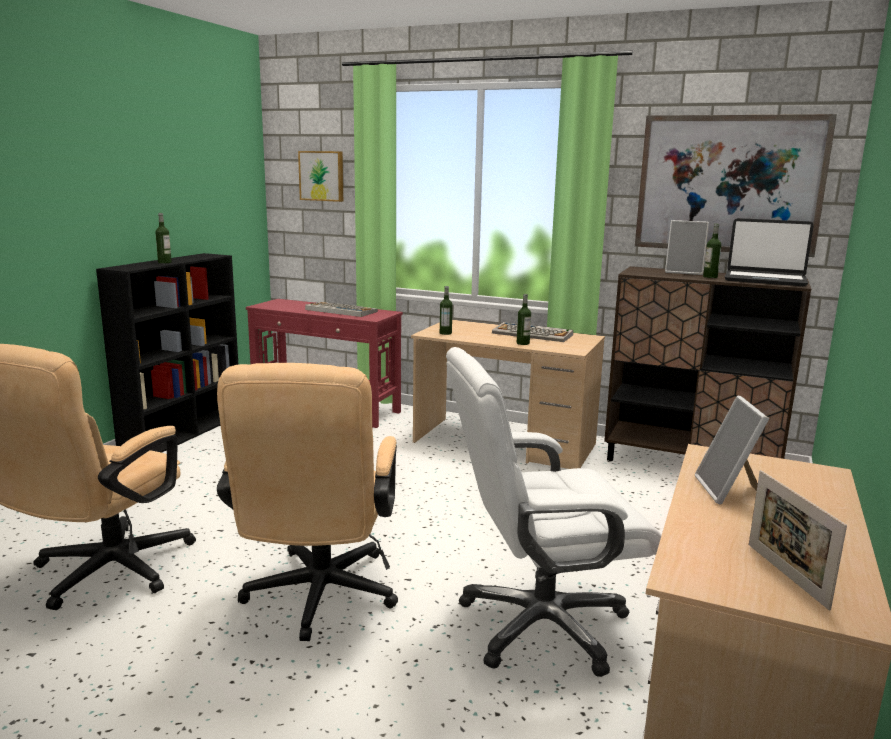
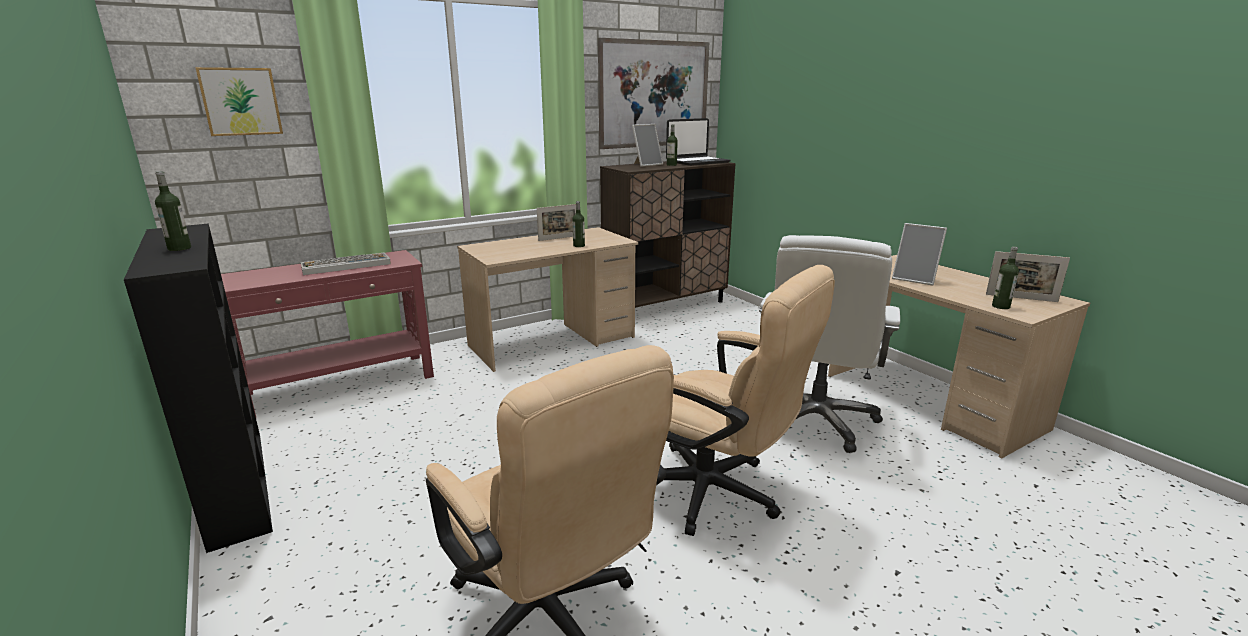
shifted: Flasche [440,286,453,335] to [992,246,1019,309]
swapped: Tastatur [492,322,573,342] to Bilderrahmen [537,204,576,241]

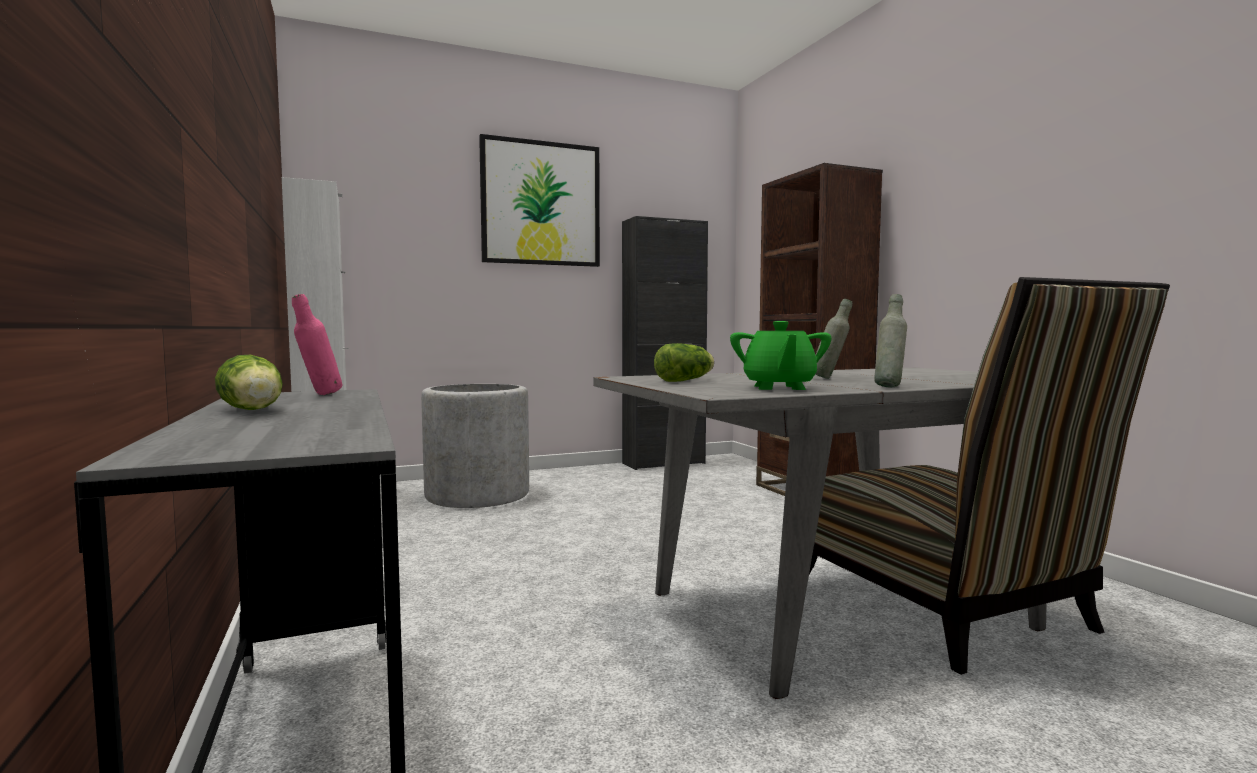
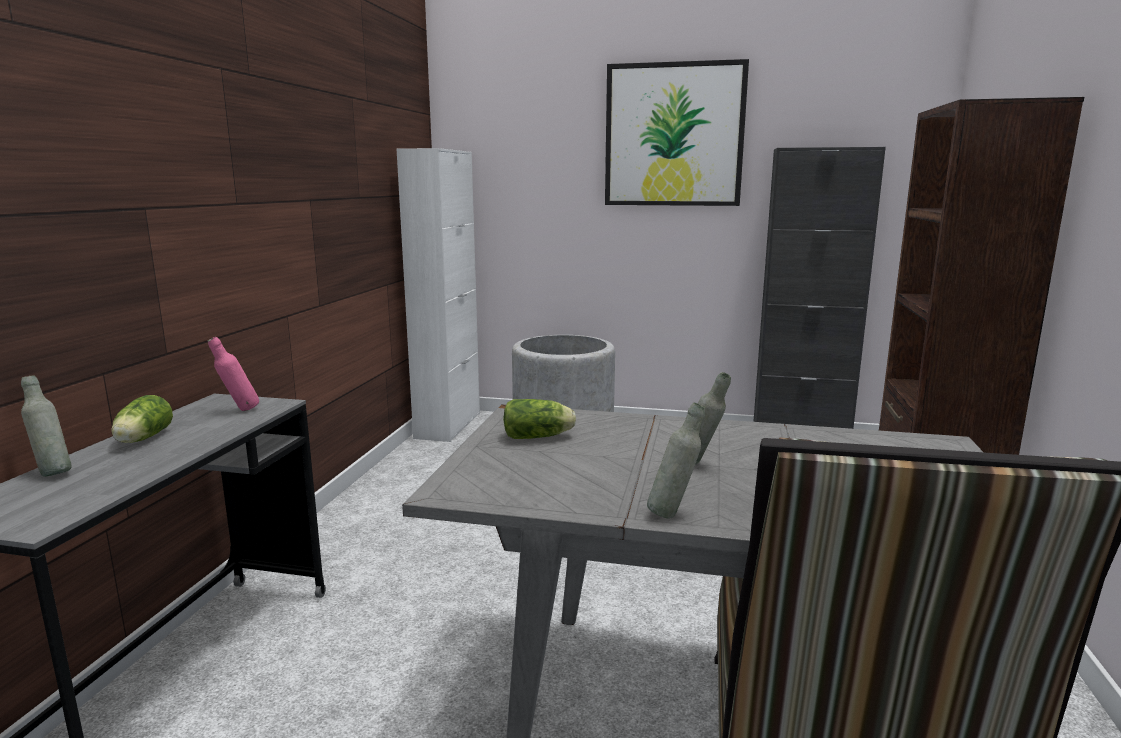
gone: Teekanne/grün [730,321,831,390]
new: Flasche/grau [21,375,72,477]

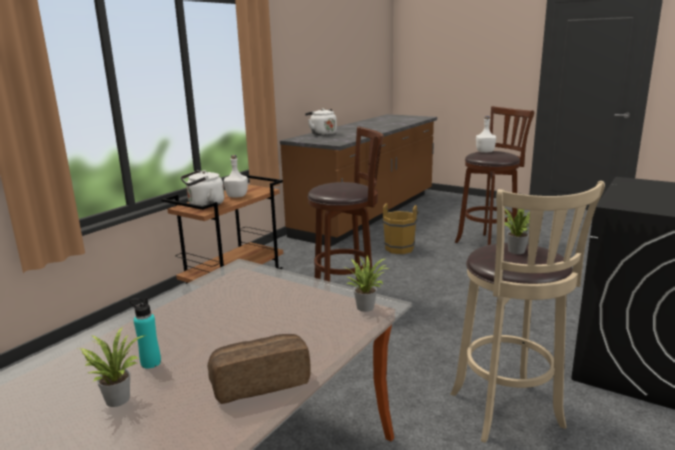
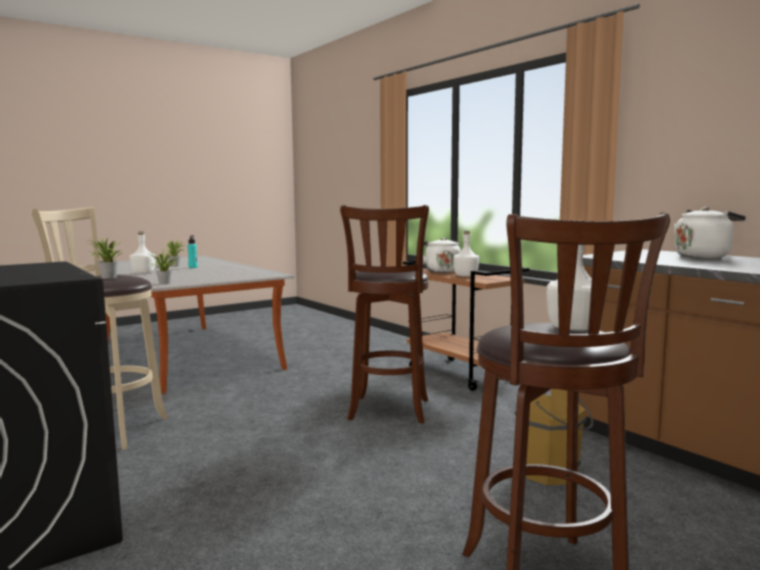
swapped: Brot [208,334,311,404] to Flasche/weiß [130,232,155,274]

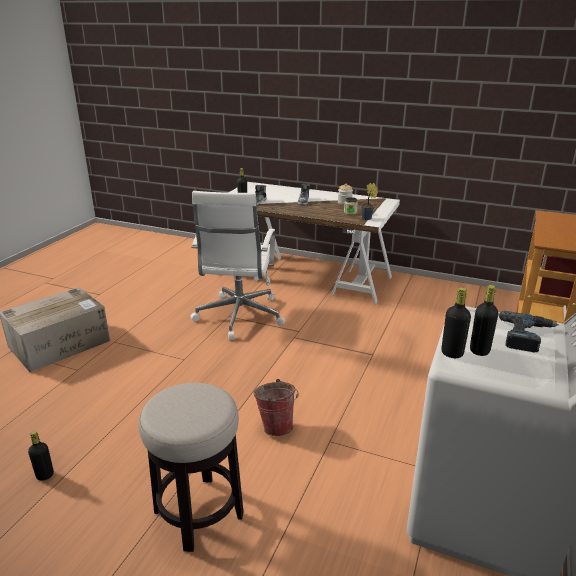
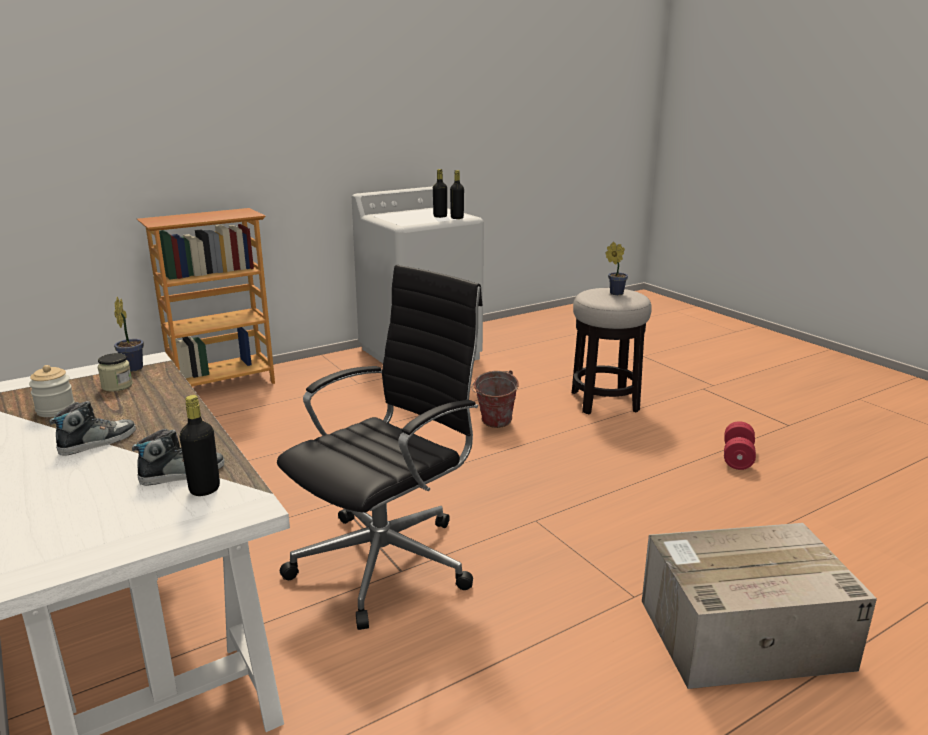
gone: Bohrmaschine [499,311,559,352]
new: Topfpflanze [605,242,628,295]
swapped: Flasche/schwarz [28,431,54,481] to Hantel/rot [724,421,756,470]
repainted: Bürostuhl/weiß [190,191,285,340] to Bürostuhl/schwarz [277,265,482,630]

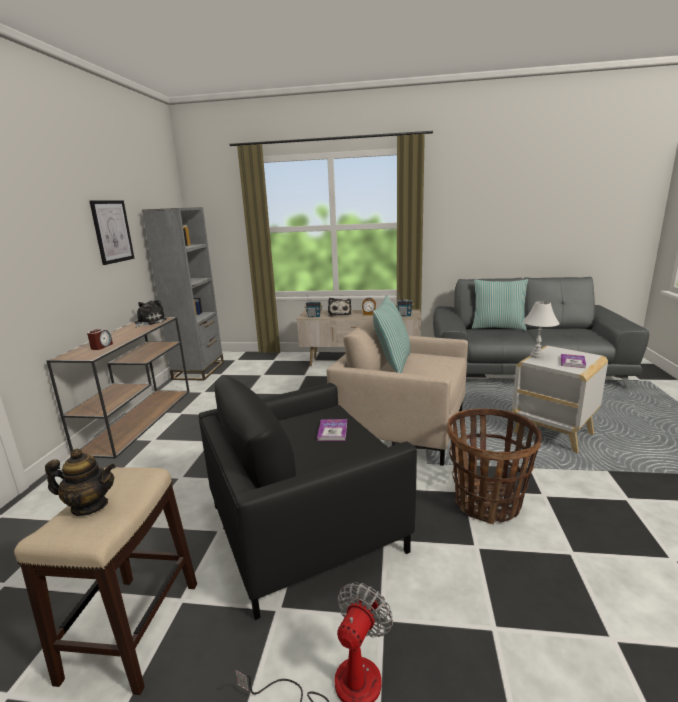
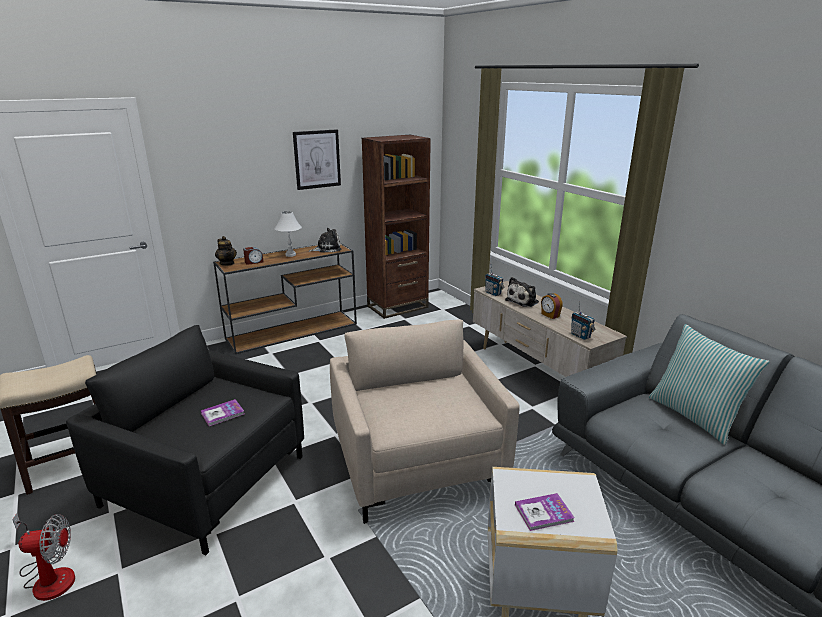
gone: Kissen [373,295,410,373]; Korb [447,409,542,524]
shifted: Teekanne [45,449,116,516] to [215,236,237,265]; Tischlampe/weiß [523,301,560,358] to [275,211,302,257]
repainted: Bücherregal/grau [142,207,224,380] to Bücherregal/braun [362,135,431,319]

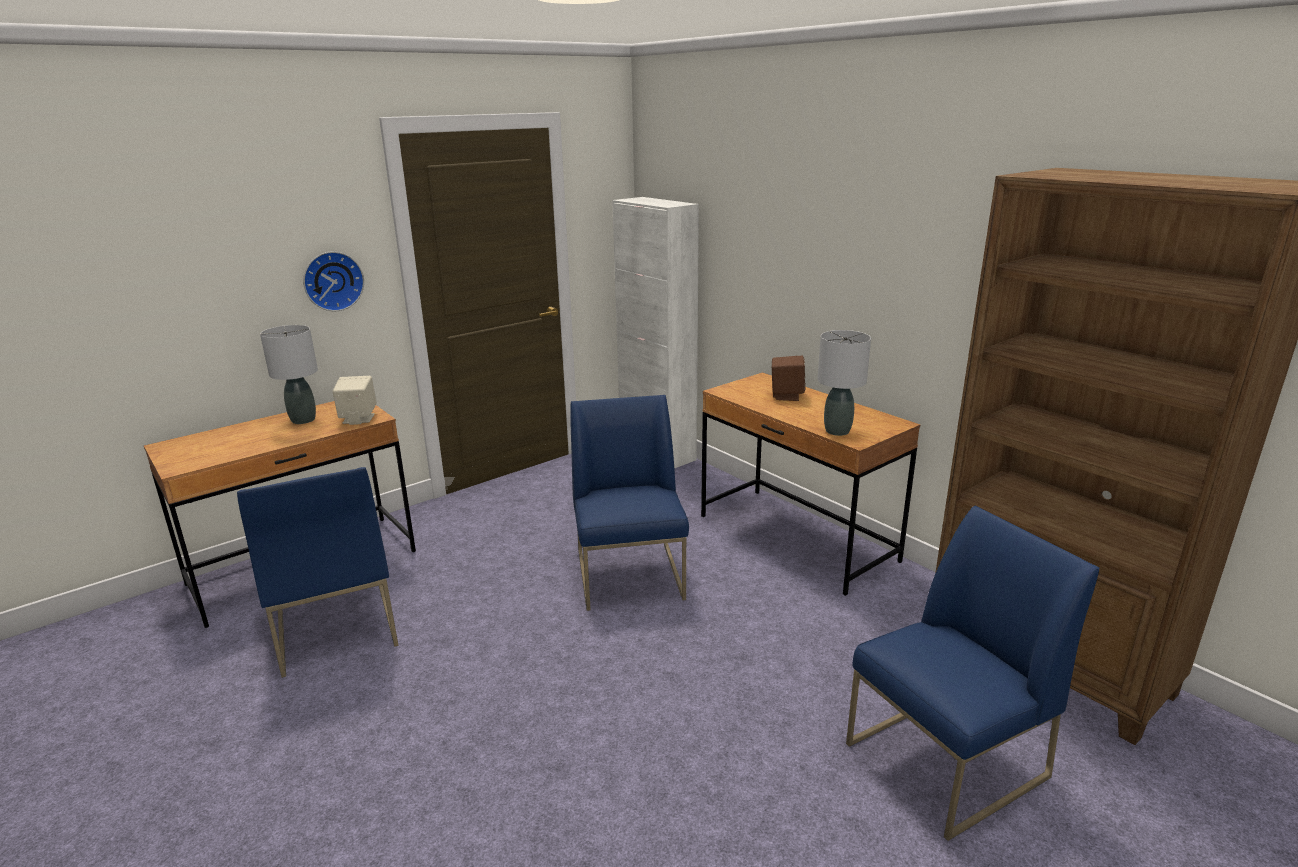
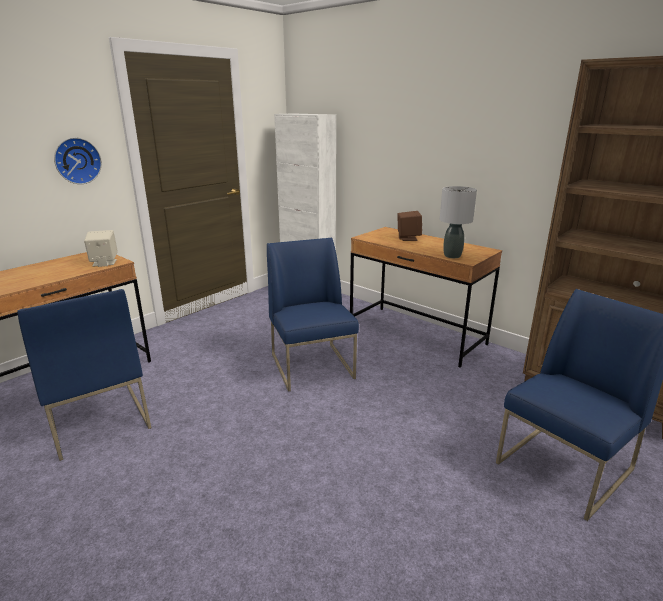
gone: Tischlampe/grau [260,325,318,424]

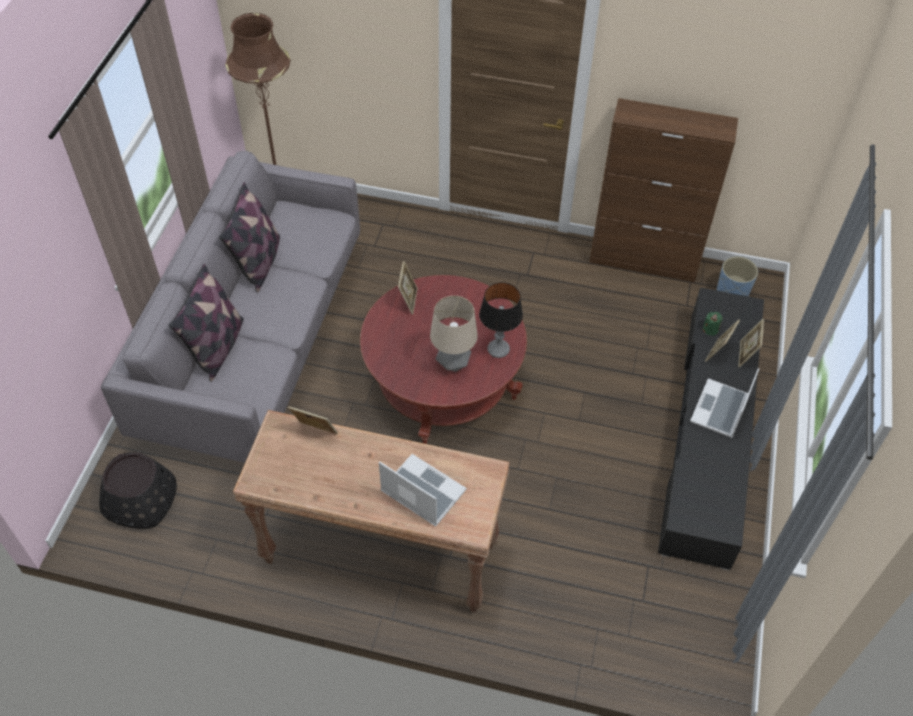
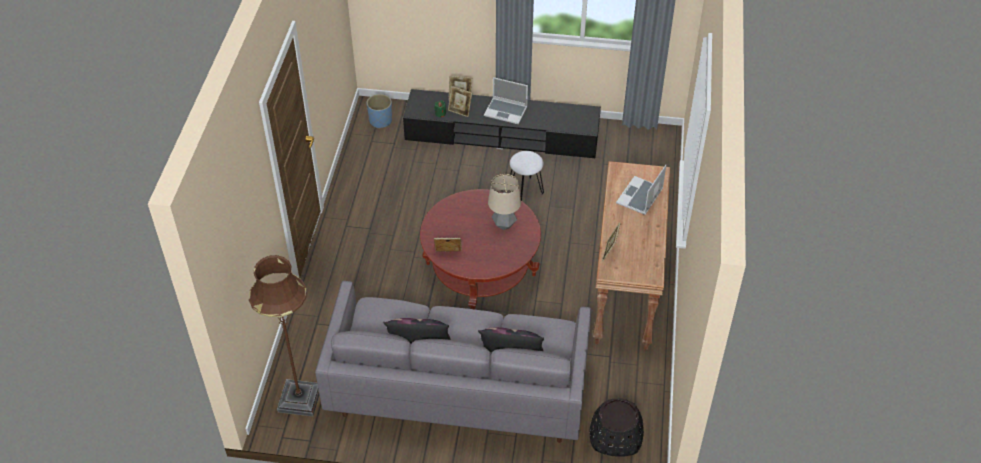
gone: Tischlampe [479,282,523,358]; Schrank/braun [589,98,738,282]
new: Hocker/weiß [510,151,544,201]

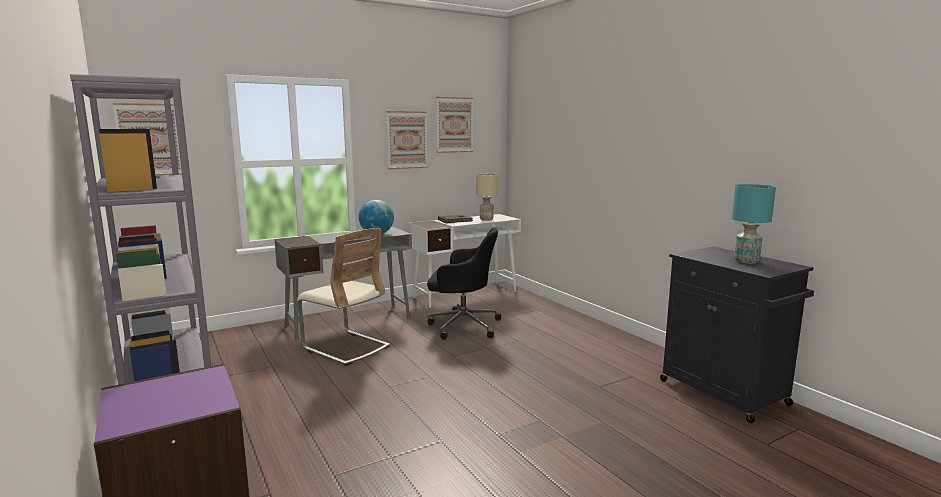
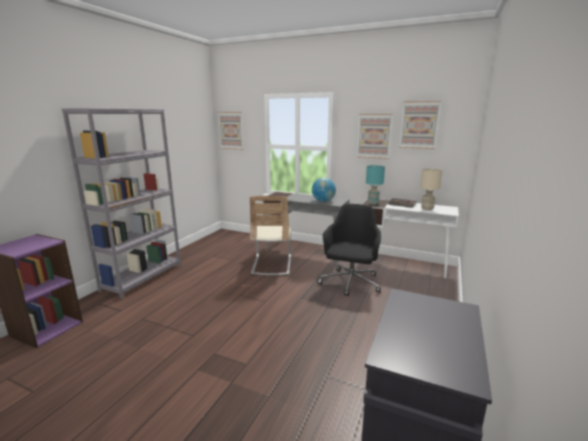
shifted: Tischlampe/türkis [732,184,776,264] to [366,165,385,205]
rotated: Bürostuhl/schwarz [427,227,502,340] = [317,204,381,296] 135 degrees counterclockwise

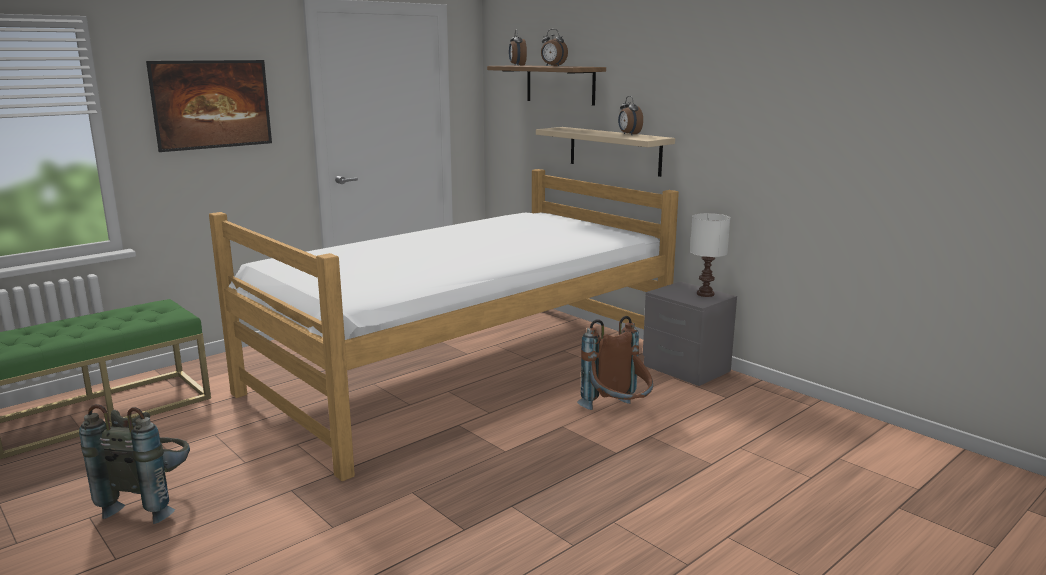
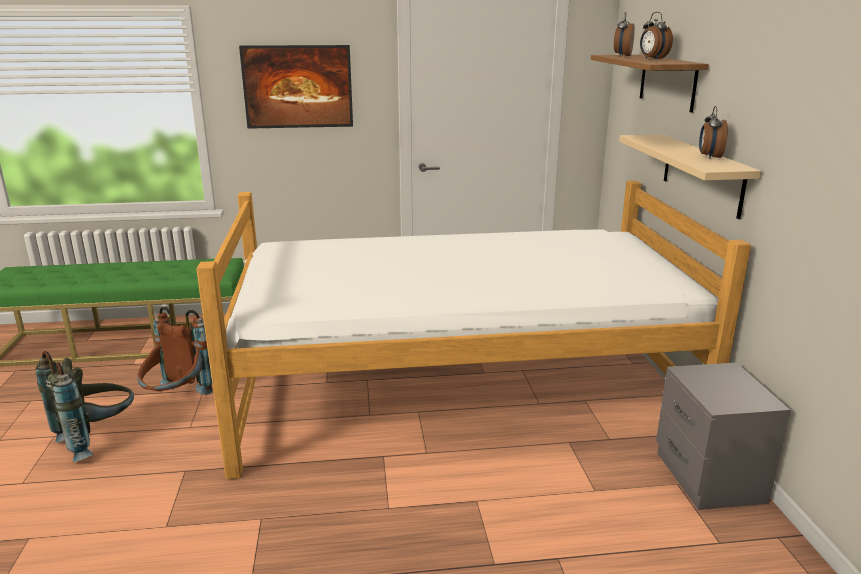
gone: Tischlampe/weiß [690,213,730,297]
shifted: Rucksack/braun [577,316,653,410] to [137,307,213,395]

